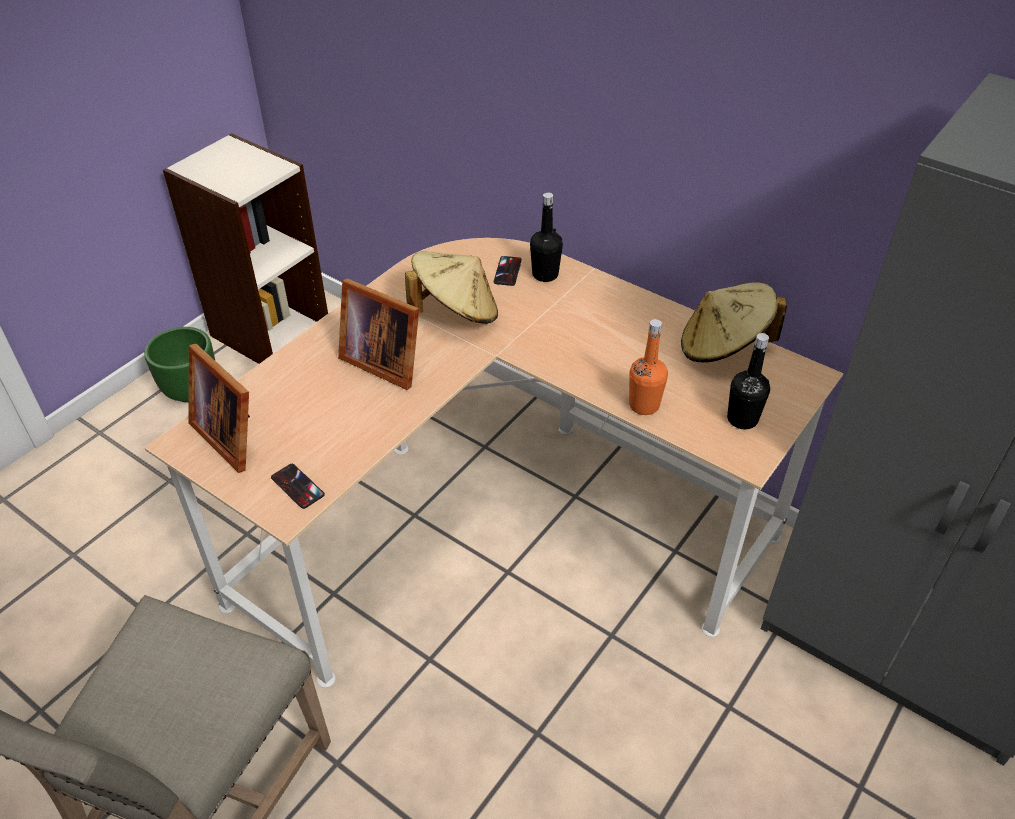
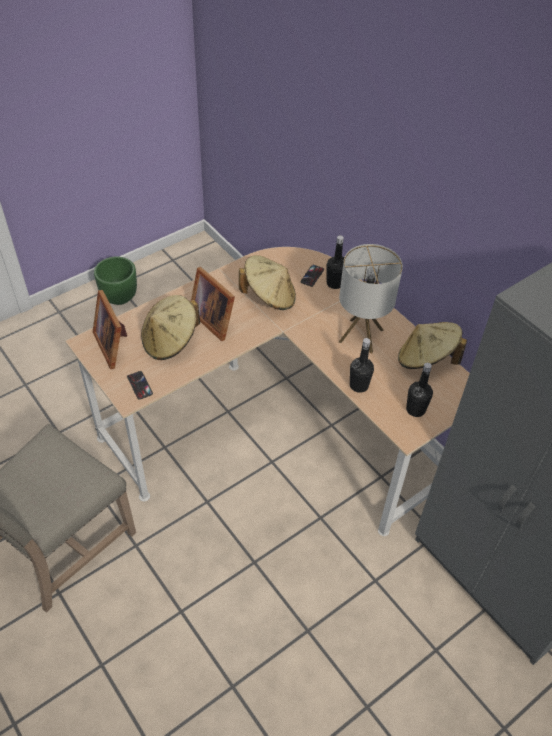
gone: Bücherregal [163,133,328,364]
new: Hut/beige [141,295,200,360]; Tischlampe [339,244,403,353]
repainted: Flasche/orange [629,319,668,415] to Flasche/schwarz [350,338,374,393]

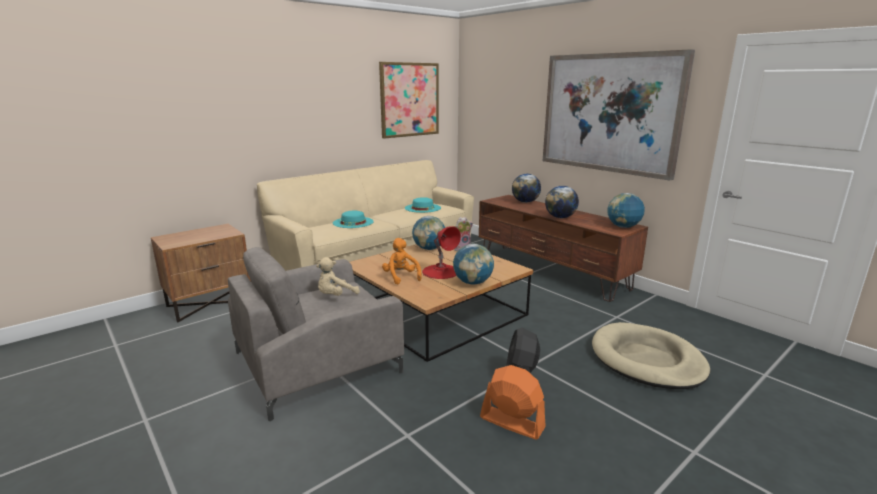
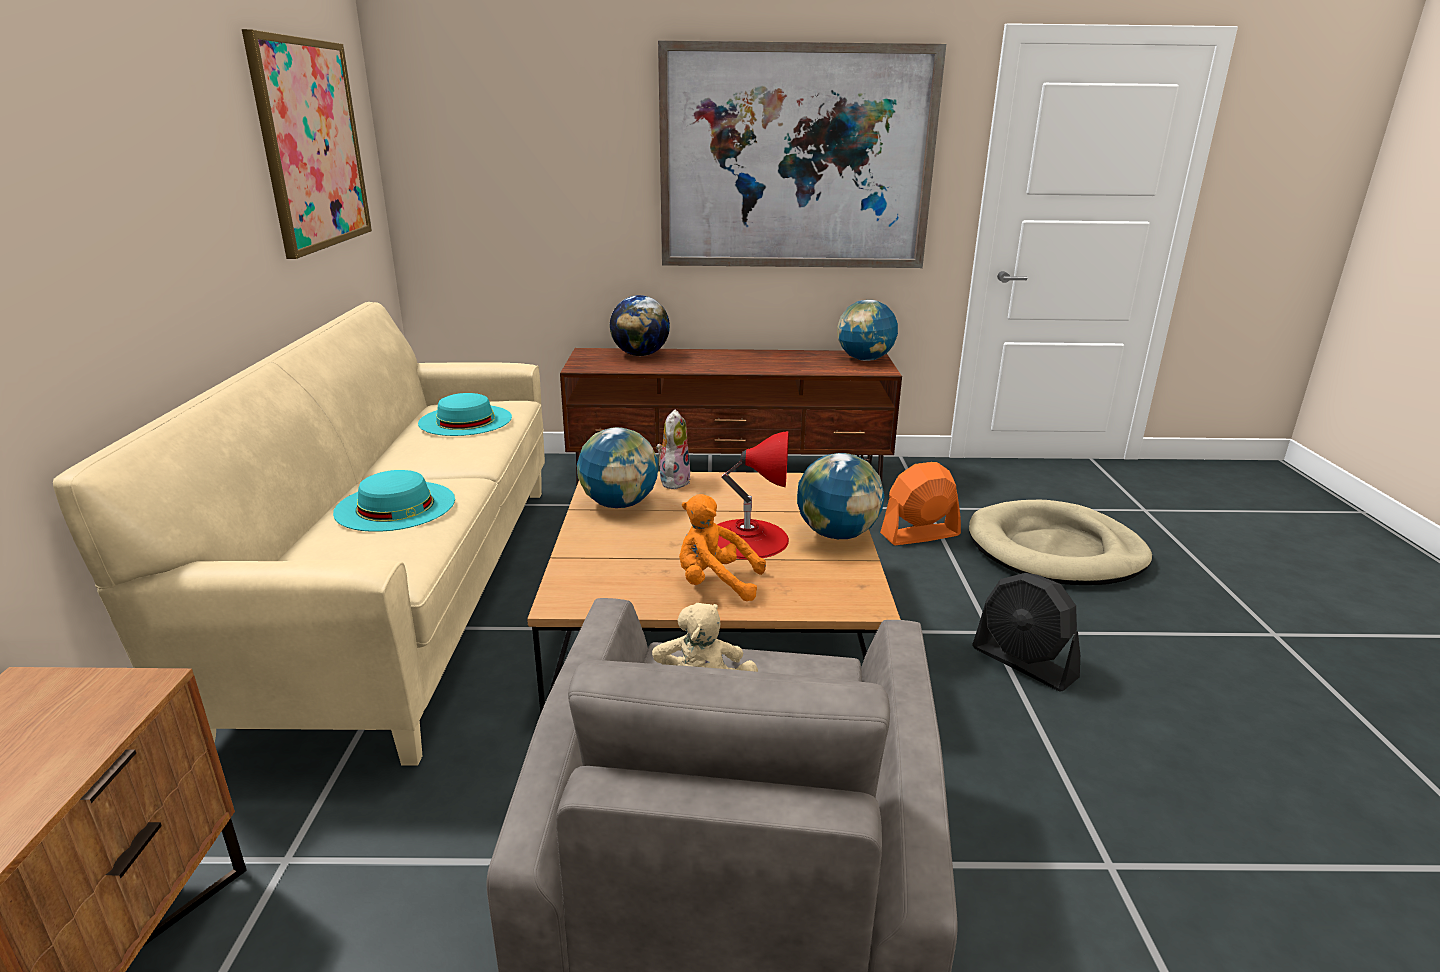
gone: Globus [545,186,579,218]
shifted: Ventilator/orange [480,365,546,439] to [880,462,961,545]

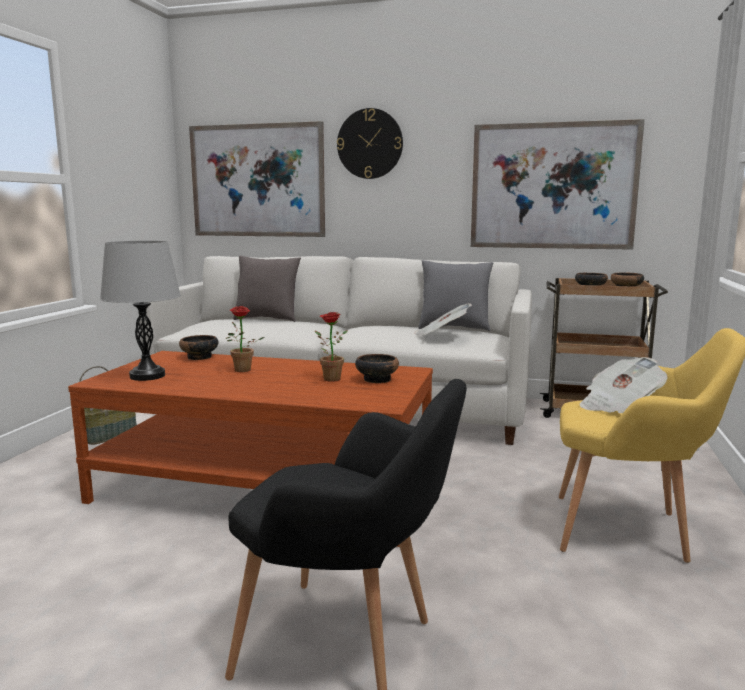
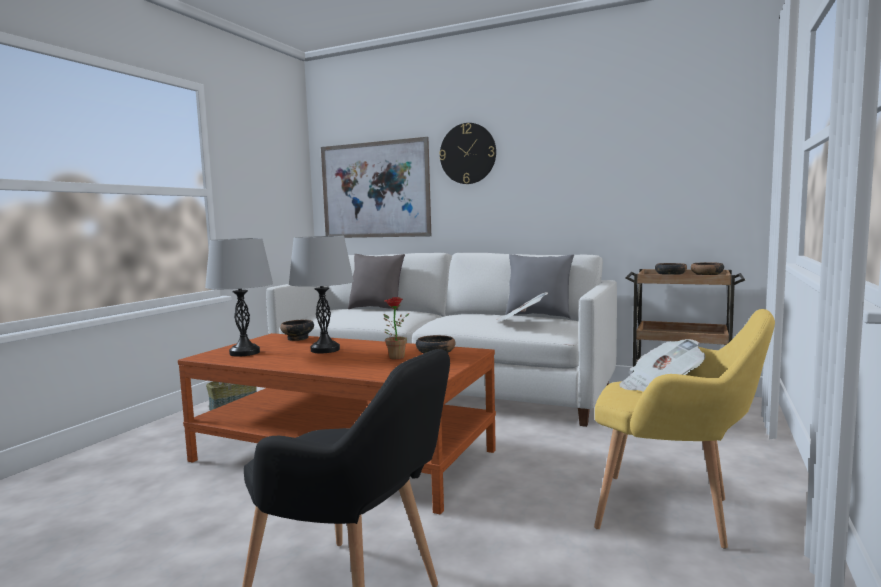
gone: Bild [471,119,645,250]
swapped: Topfpflanze [226,306,265,372] to Tischlampe/grau [289,236,354,353]

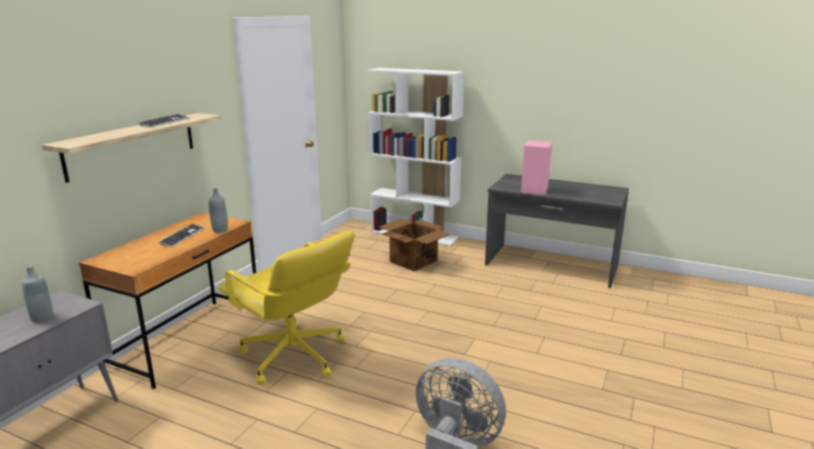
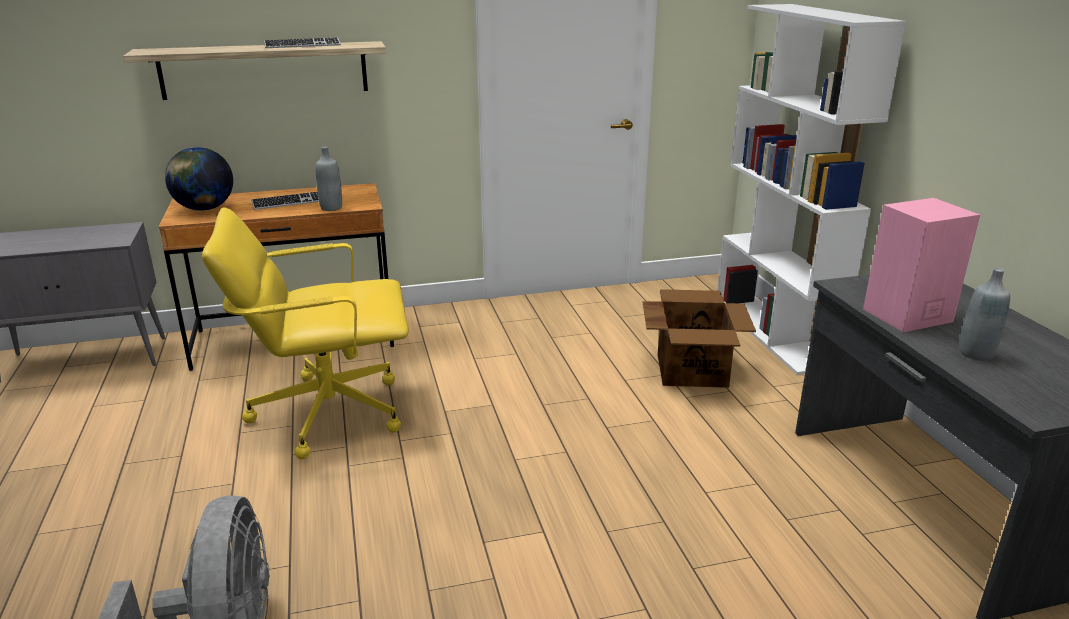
new: Globus [165,147,233,211]
shifted: Flasche/grau [22,265,53,323] to [960,268,1010,361]
rotated: Bürostuhl/gelb [218,231,355,385] = [202,207,409,459] 75 degrees clockwise

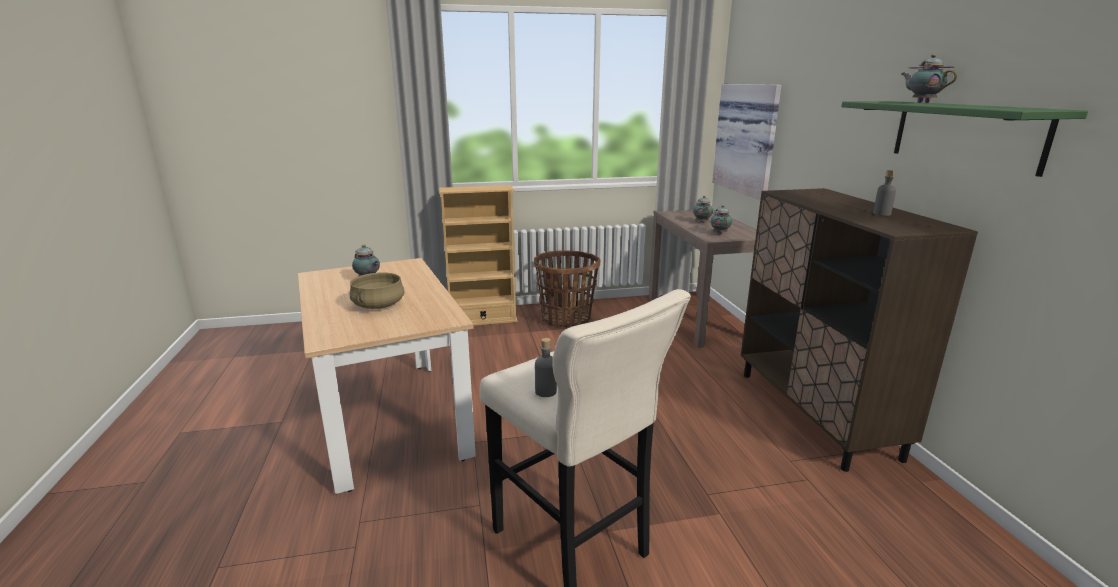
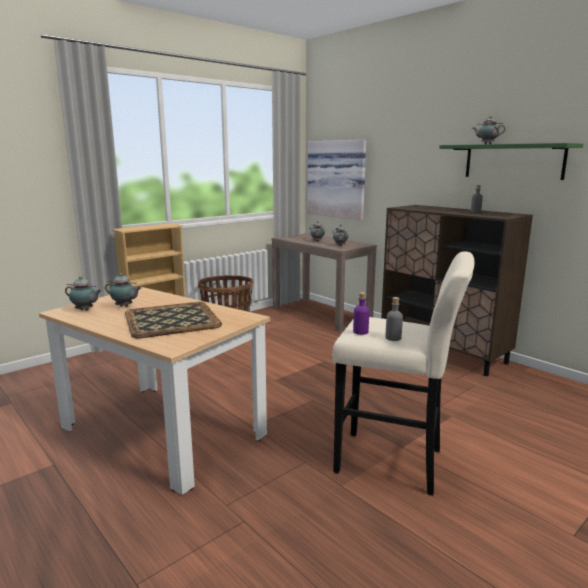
new: Teekanne [65,276,102,311]; Flasche/lila [353,292,369,335]
swapped: Kochtopf/beige [350,273,405,309] to Tablett [125,302,222,338]

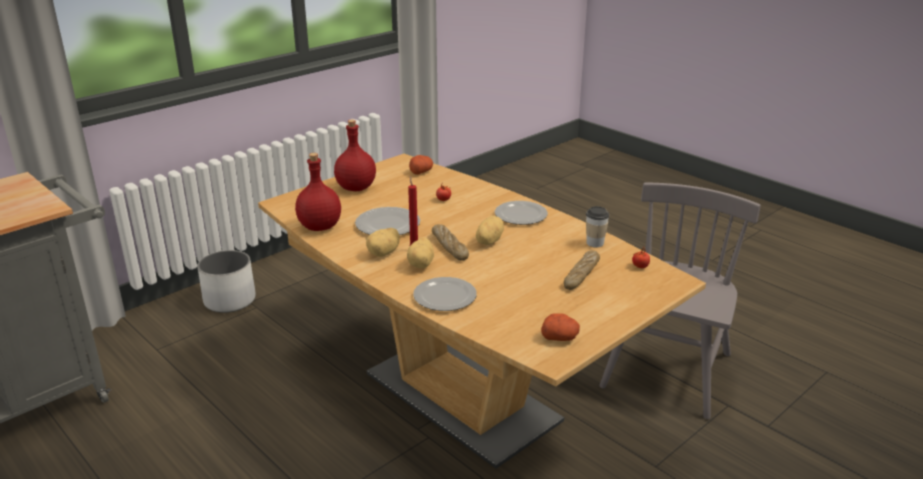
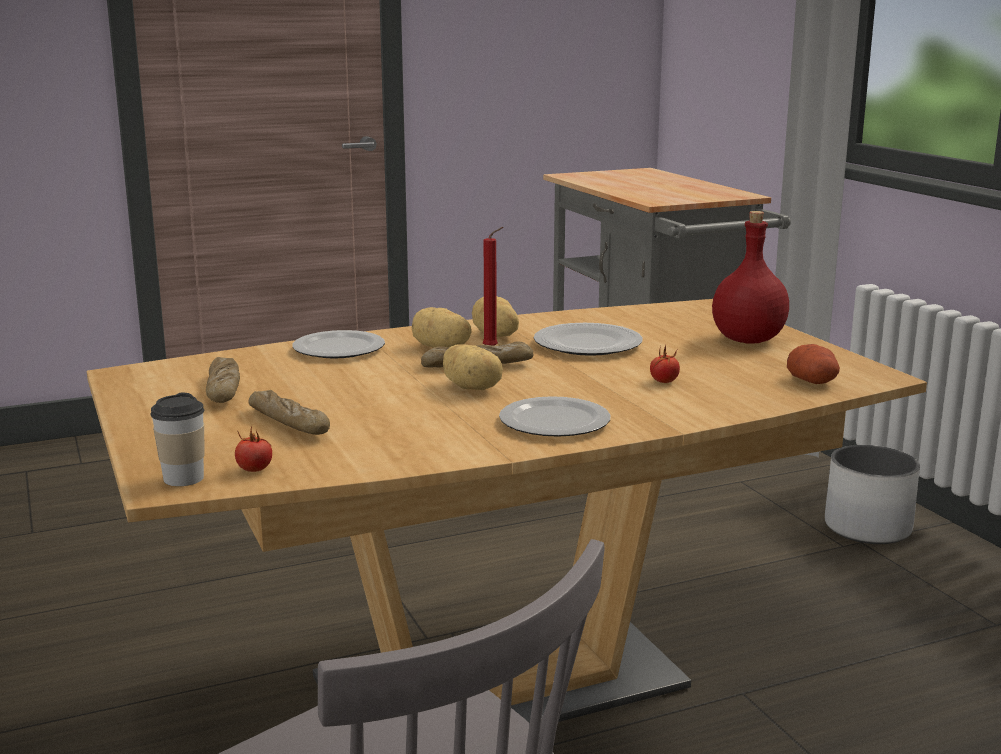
gone: Flasche/rot [295,153,341,231]; Kartoffel [541,313,580,341]
new: Brot [206,357,240,403]
shifted: Tasse [586,206,609,247] to [150,393,204,486]

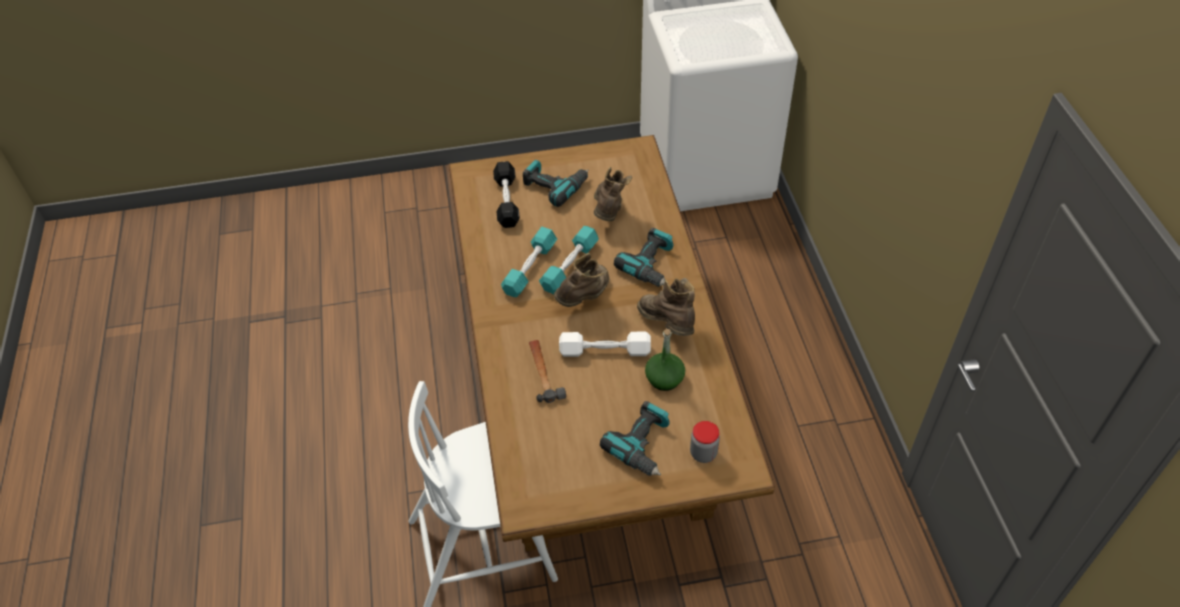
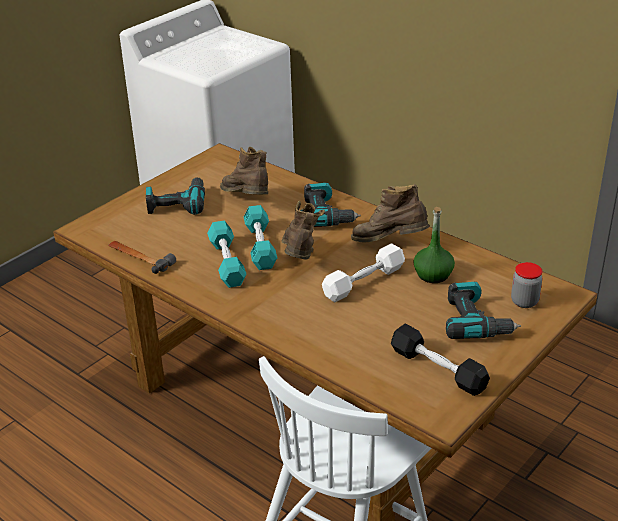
shifted: Hammer [529,340,566,403] to [108,241,176,274]; Hantel/schwarz [493,161,520,228] to [391,324,490,396]

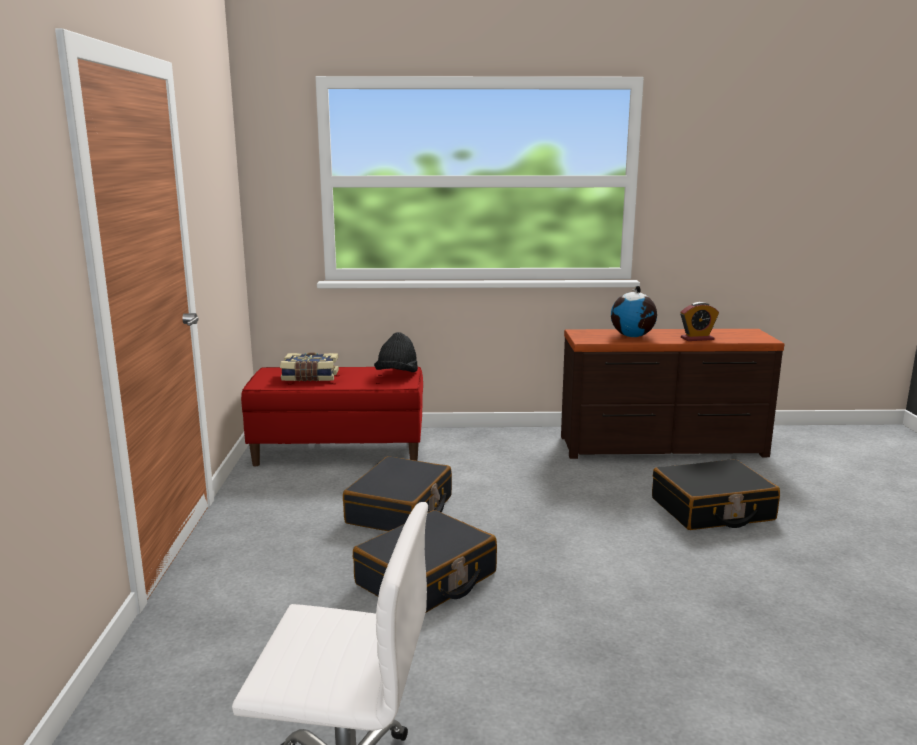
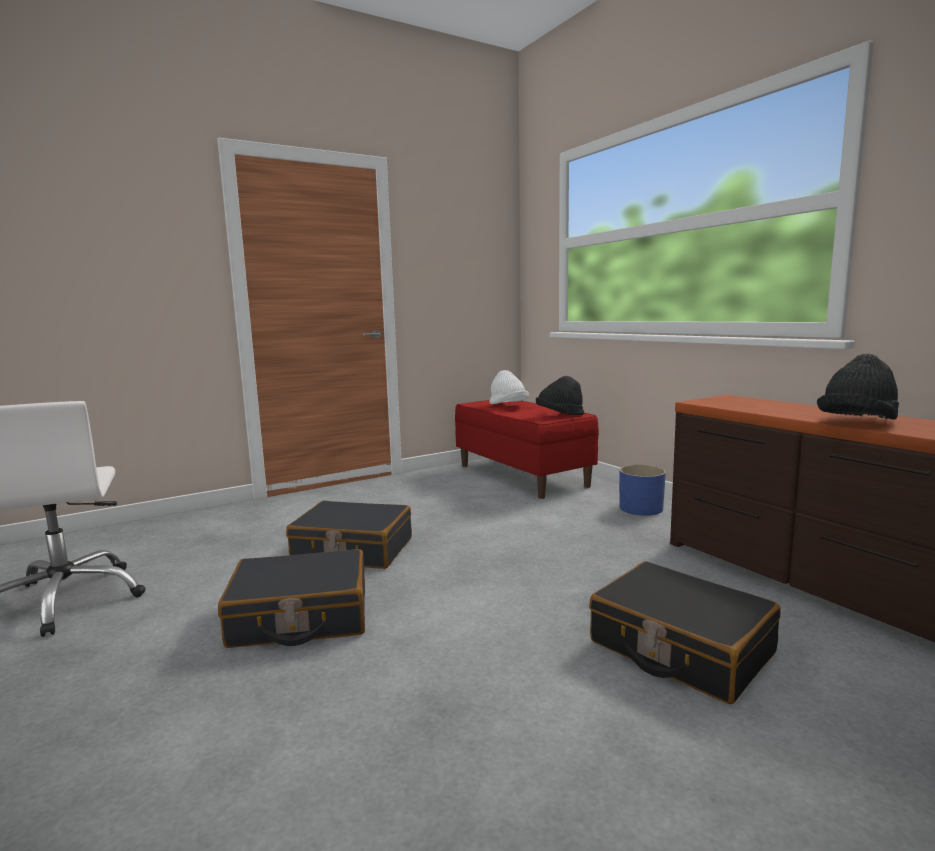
gone: Globus [611,286,657,337]
new: Pflanzkübel/blau [619,465,666,516]
shifted: Koffer/schwarz [343,456,452,531] to [218,549,365,648]
swapped: Buch [280,353,339,381] to Hut/weiß [489,370,529,404]; Wecker [680,302,719,341] to Hut/schwarz [817,354,899,420]

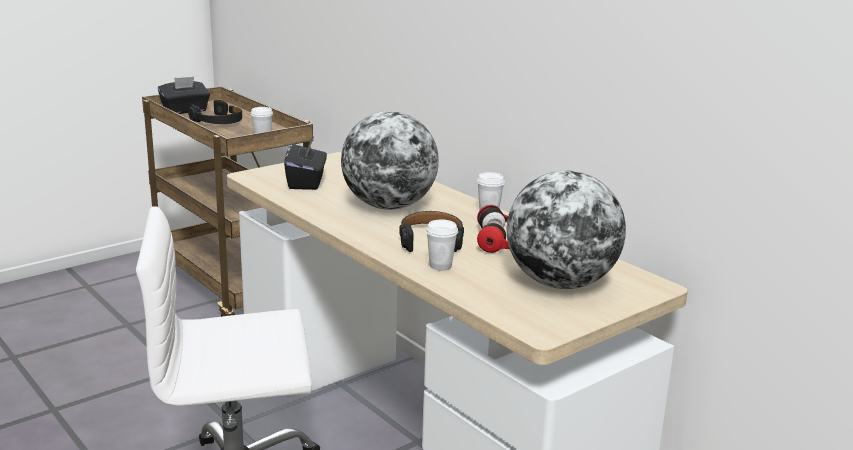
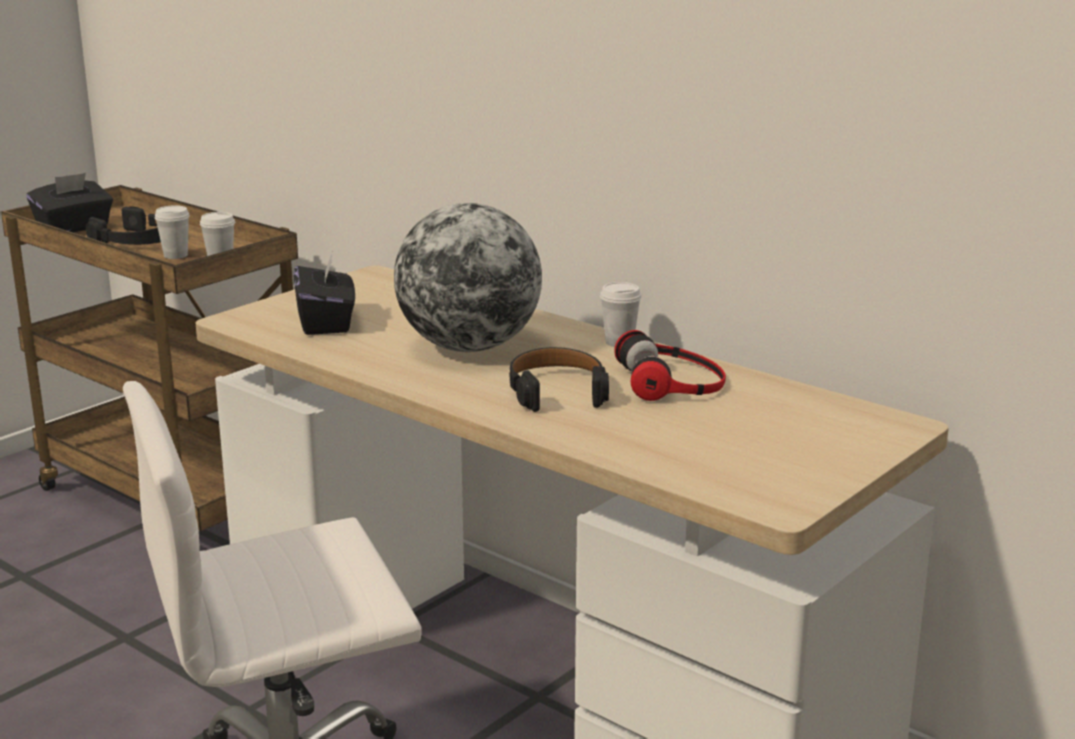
gone: Globus [507,171,626,289]
shifted: Tasse/weiß [426,220,458,270] to [154,205,190,259]

